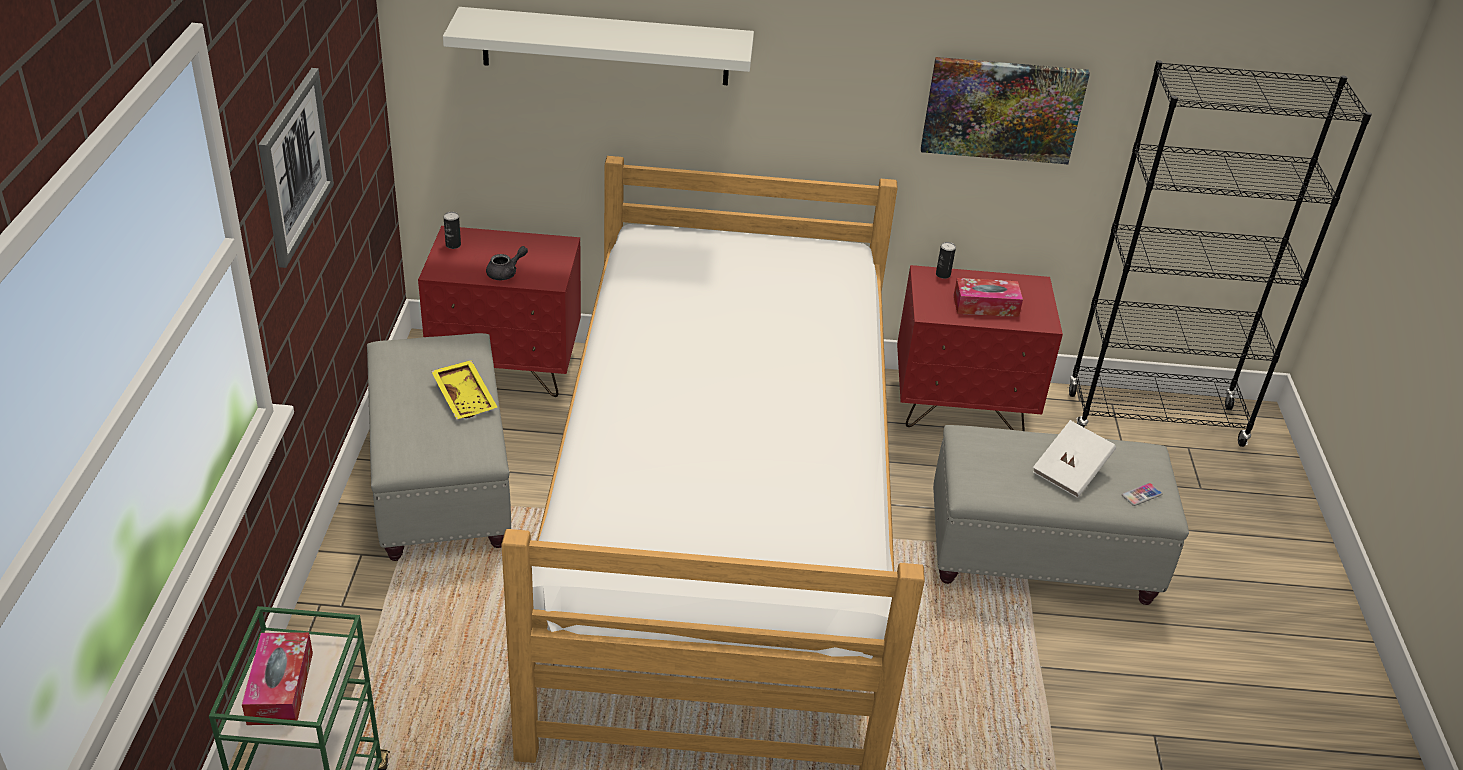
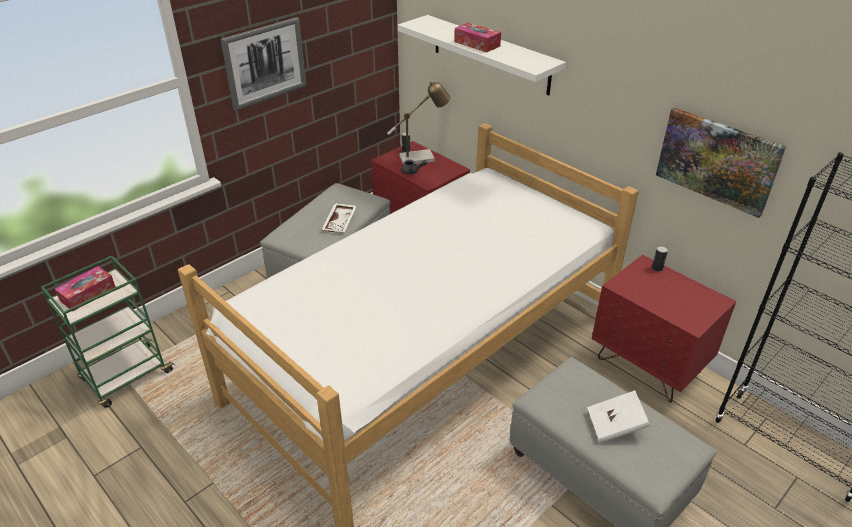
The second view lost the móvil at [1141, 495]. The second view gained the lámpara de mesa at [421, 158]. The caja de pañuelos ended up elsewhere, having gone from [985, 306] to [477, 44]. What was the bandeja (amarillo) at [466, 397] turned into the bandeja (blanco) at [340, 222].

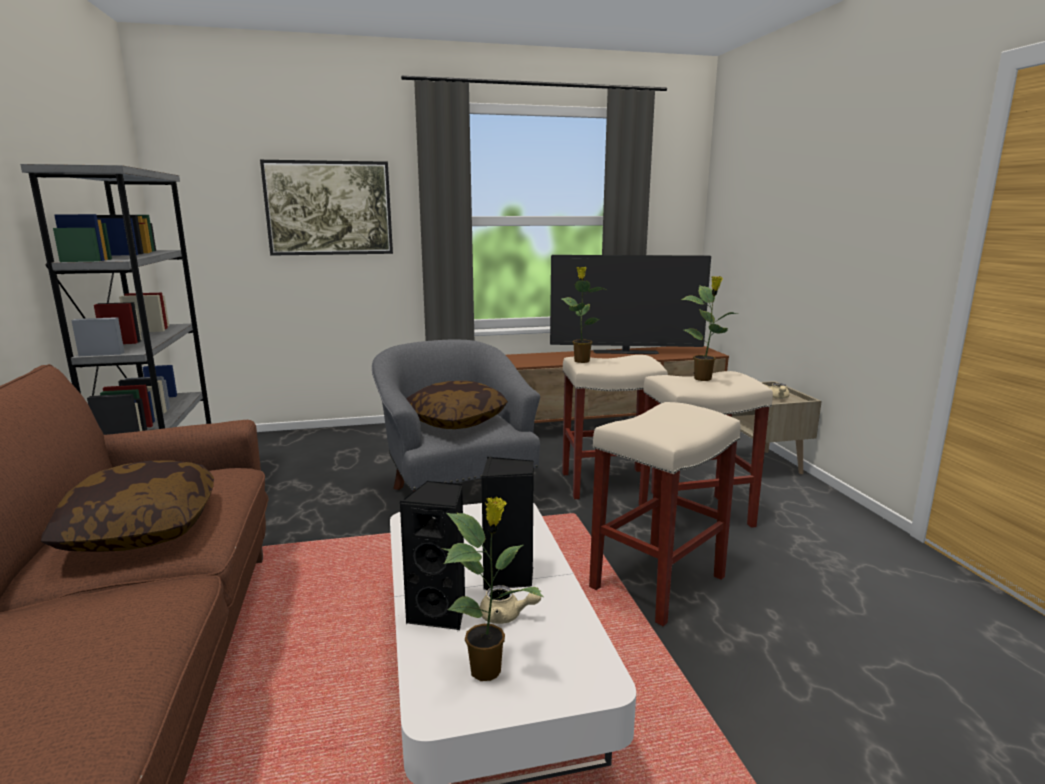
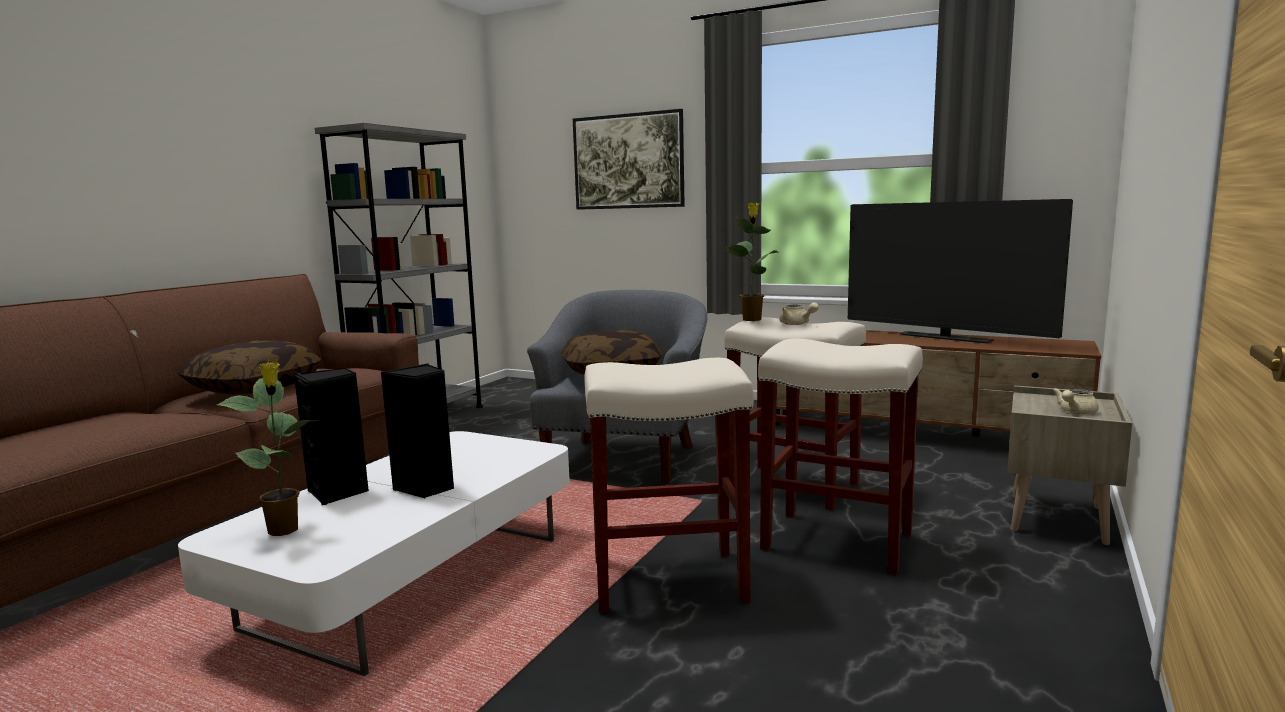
The second view lost the planta en maceta at [703, 379]. The tetera (beis) ended up elsewhere, having gone from [506, 616] to [797, 324].

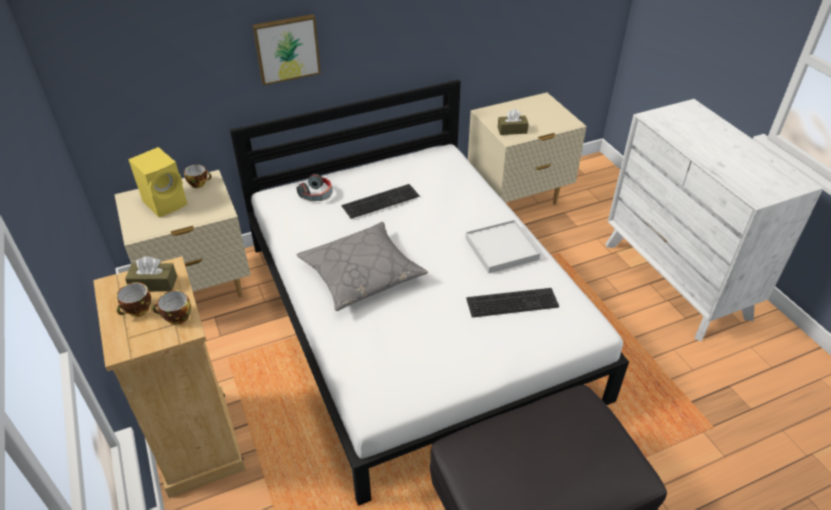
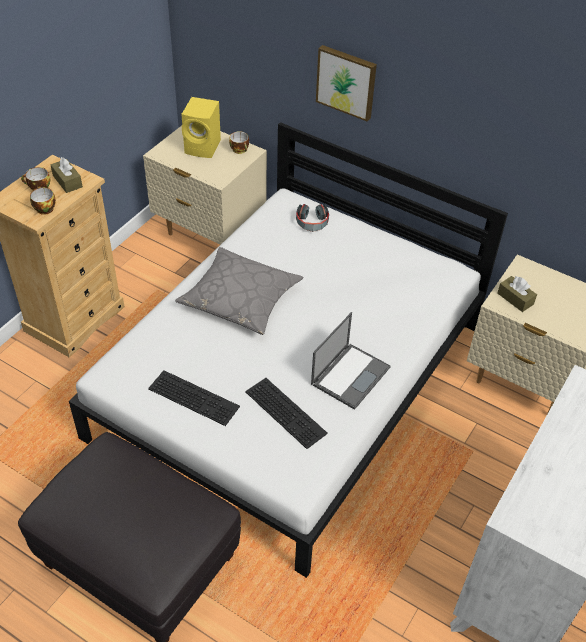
The teclado ended up elsewhere, having gone from [381, 200] to [195, 397]. Where the bandeja (blanco) stood at [501, 248], the portátil came to stand at [351, 375].

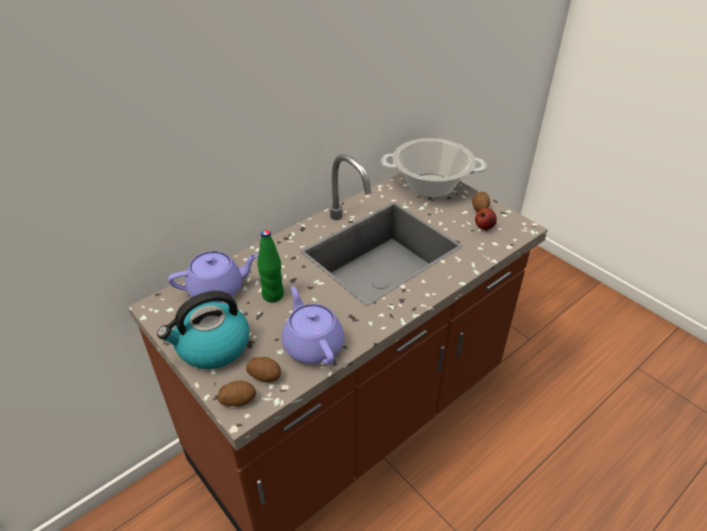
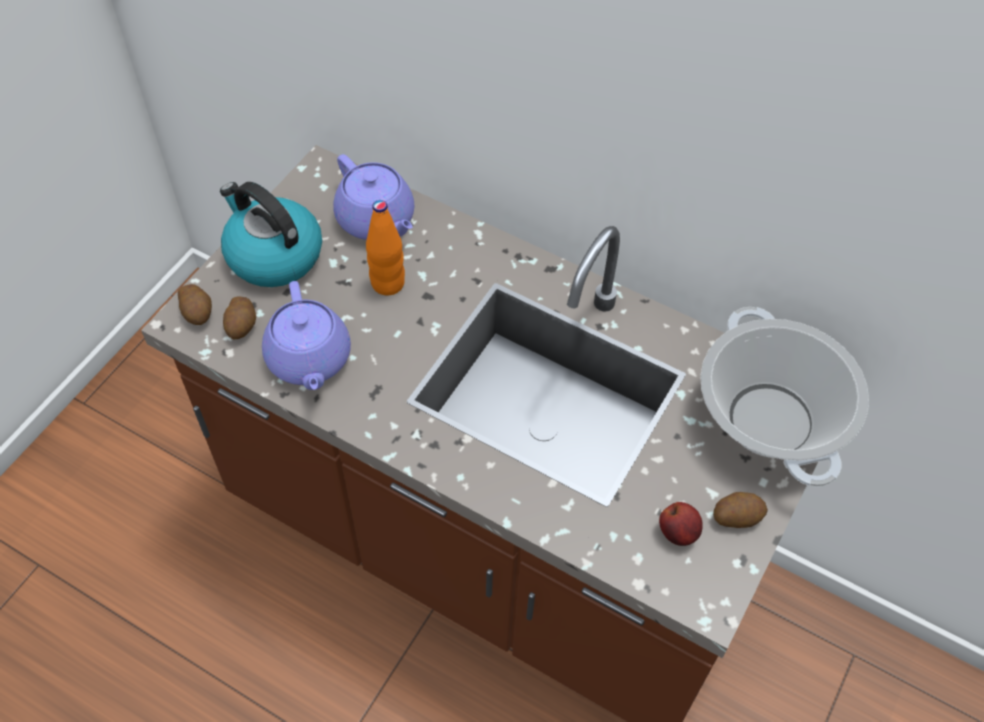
What was the botella (verde) at [273, 295] turned into the botella (naranja) at [388, 283]. The tetera (morado) at [312, 344] ended up facing another way, 120 degrees clockwise from before.

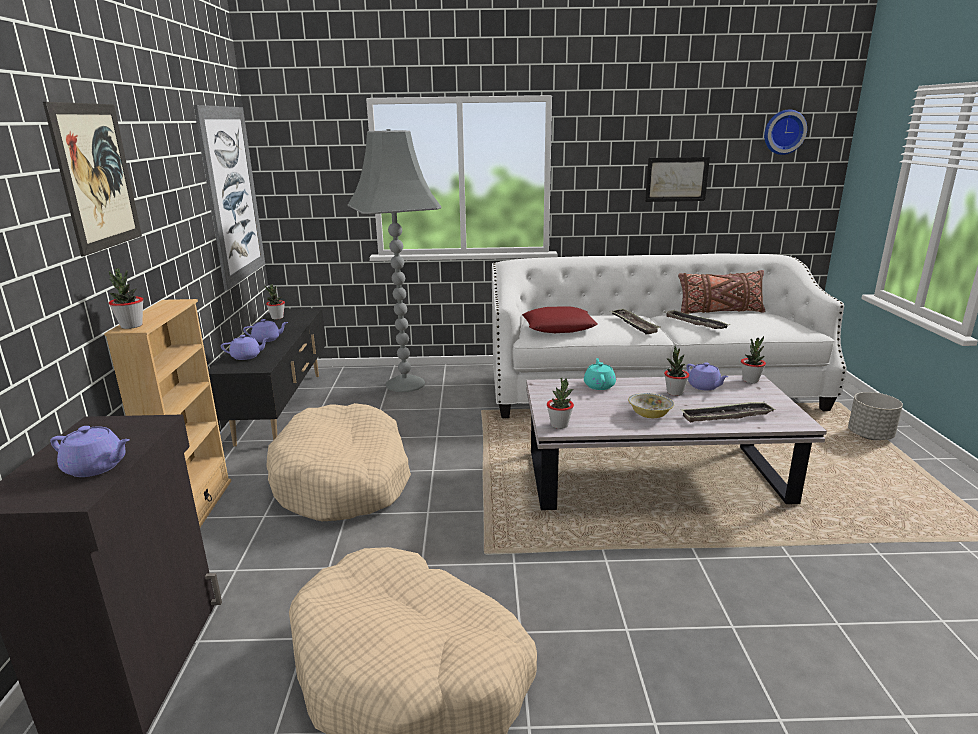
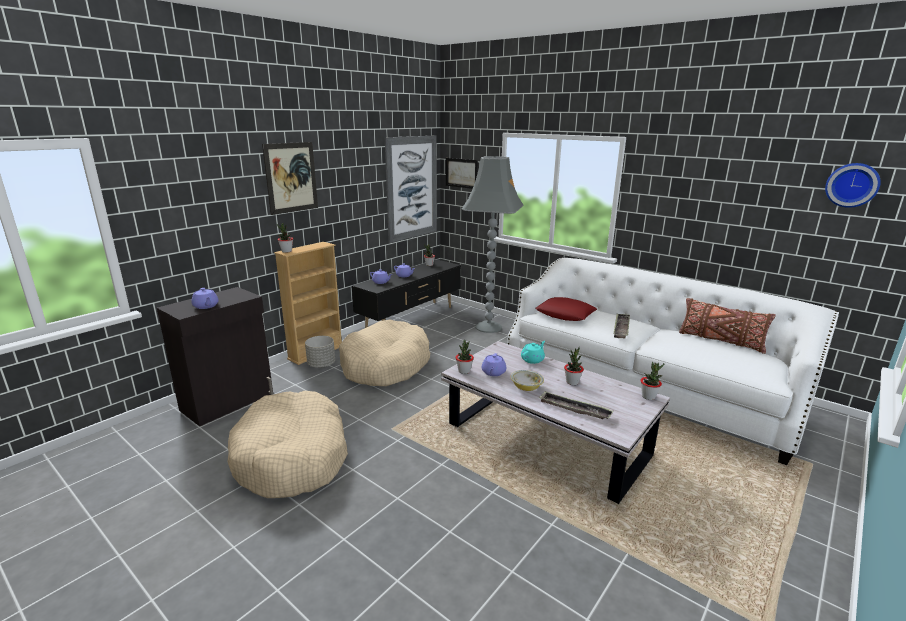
The second view lost the bandeja at [695, 323]. The cuadro ended up elsewhere, having gone from [676, 179] to [461, 173]. The tetera (morado) ended up elsewhere, having gone from [704, 386] to [493, 372]. The maceta (gris) ended up elsewhere, having gone from [870, 436] to [321, 365].

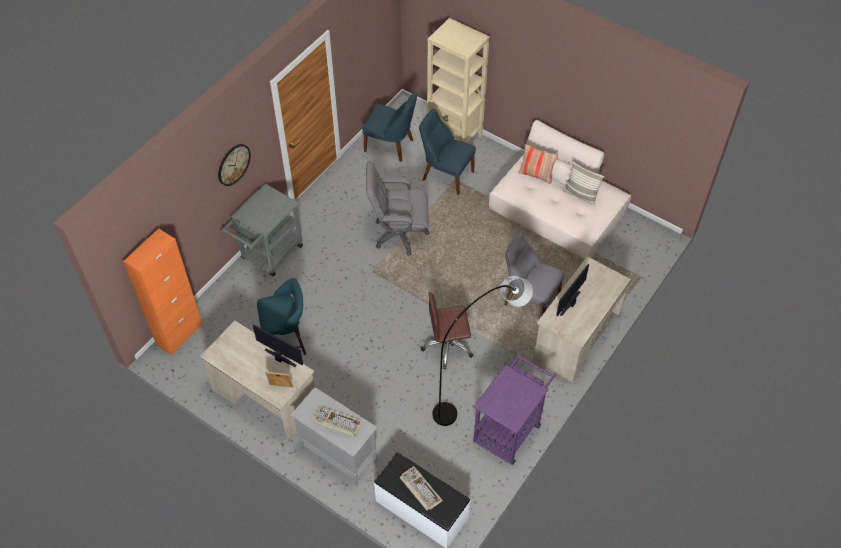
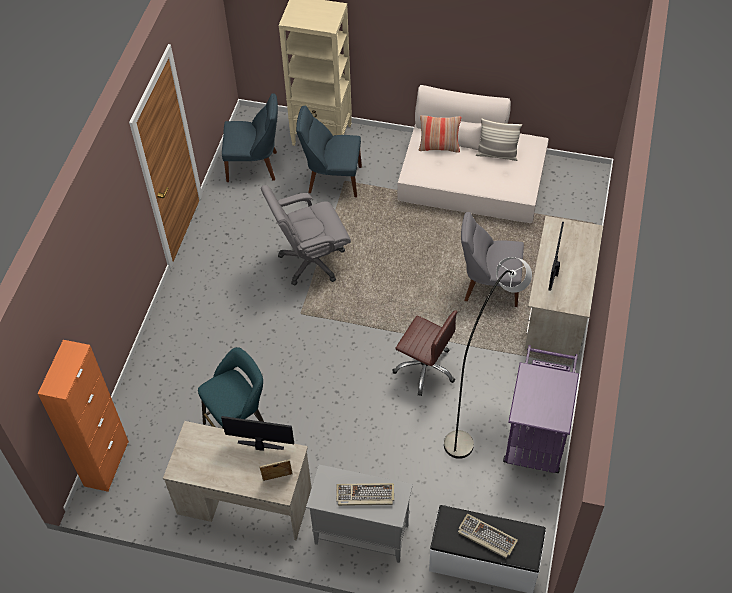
The second view lost the reloj de pared at [233, 164]. The second view lost the carrito (gris) at [268, 255]. The silla de oficina (marrón) at [447, 346] ended up facing another way, 120 degrees counterclockwise from before.

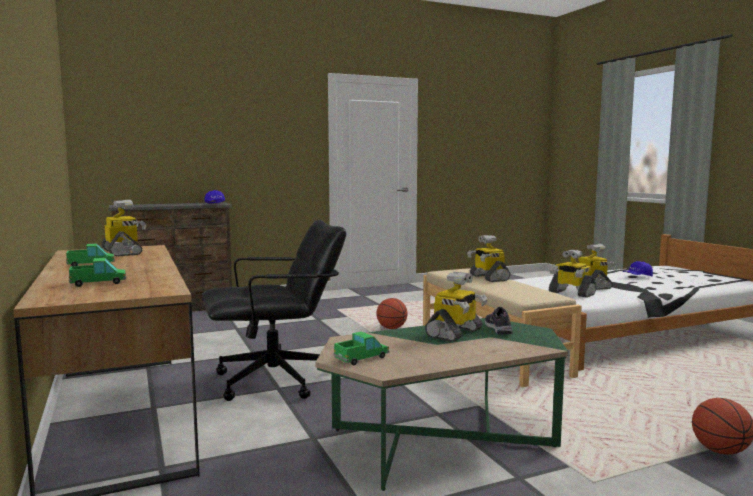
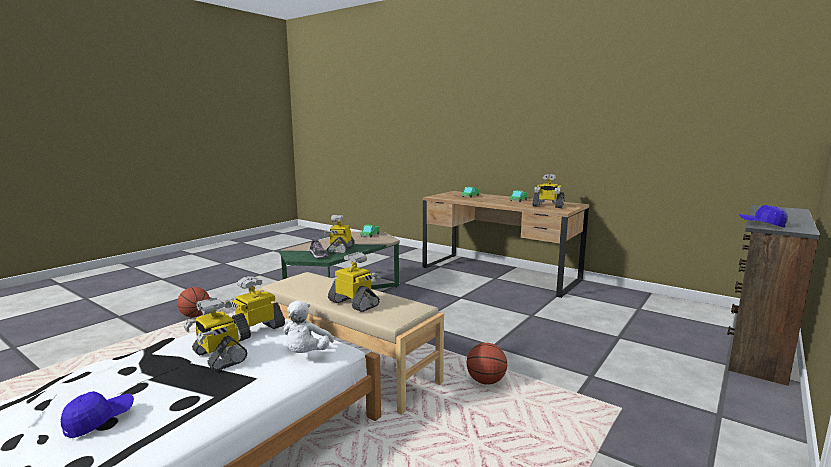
The second view lost the silla de oficina (negro) at [276, 381]. The second view gained the peluche (blanco) at [306, 354]. The robot de juguete at [571, 293] ended up facing another way, 60 degrees counterclockwise from before.

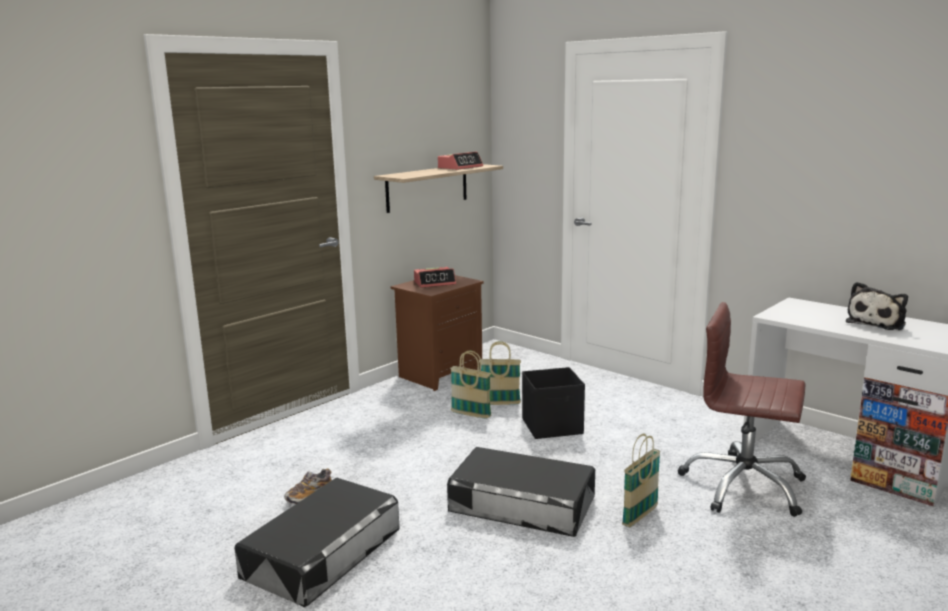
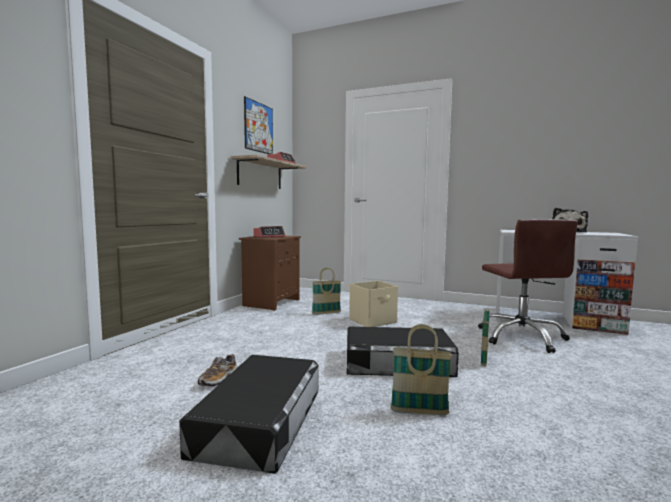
The second view gained the cuadro at [258, 127]. The cesta ended up elsewhere, having gone from [471, 415] to [419, 412]. What was the caja de almacenaje (negro) at [553, 426] turned into the caja de almacenaje (beis) at [373, 321]. The silla de oficina (marrón) at [743, 486] ended up facing another way, 105 degrees counterclockwise from before.

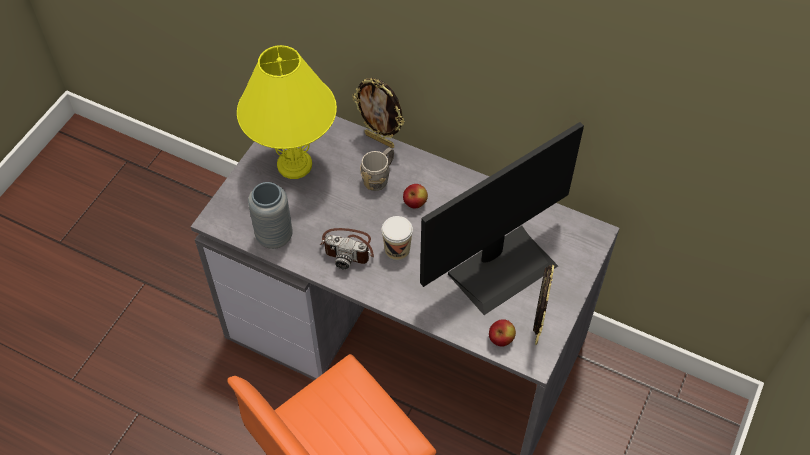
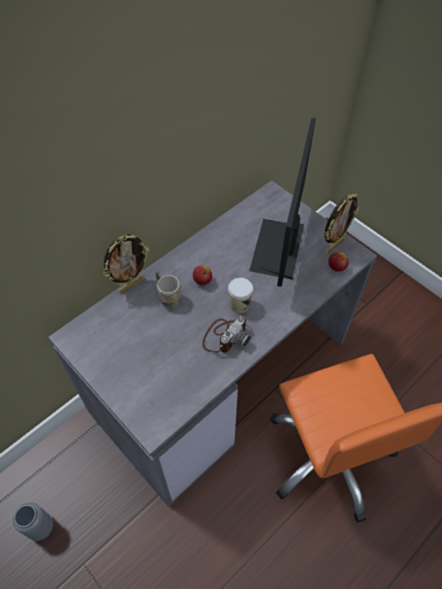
The second view lost the lámpara de mesa (amarillo) at [294, 165]. The florero (gris) ended up elsewhere, having gone from [274, 237] to [41, 527]. The monitor at [501, 267] ended up facing another way, 150 degrees counterclockwise from before. The portarretratos at [537, 328] ended up facing another way, 105 degrees clockwise from before.

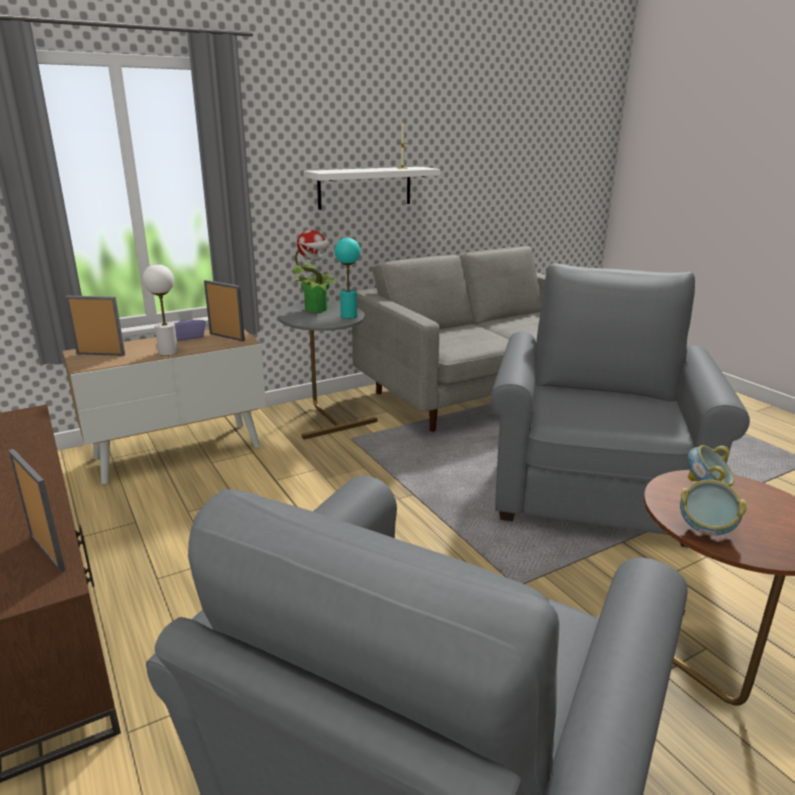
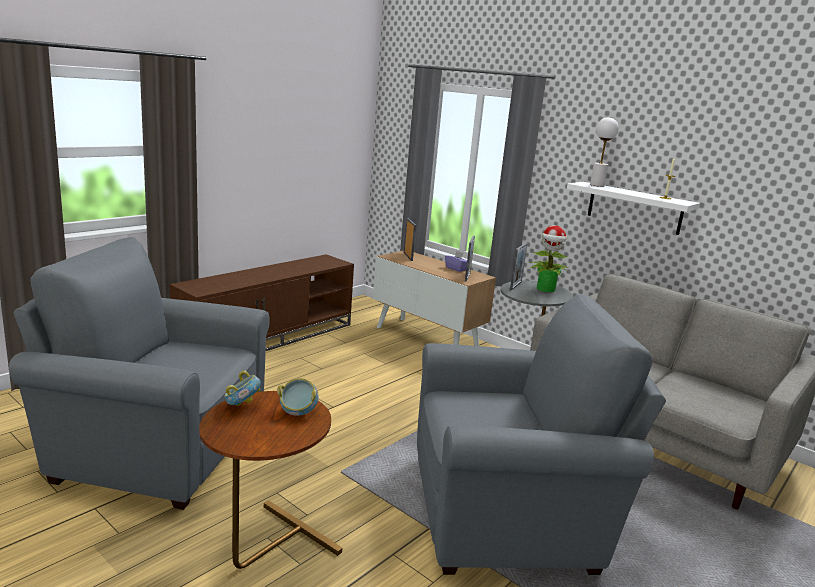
The second view lost the lámpara de mesa (turquesa) at [348, 316]. The portarretratos ended up elsewhere, having gone from [47, 552] to [515, 286]. The lámpara de mesa (blanco) ended up elsewhere, having gone from [168, 352] to [597, 185].

